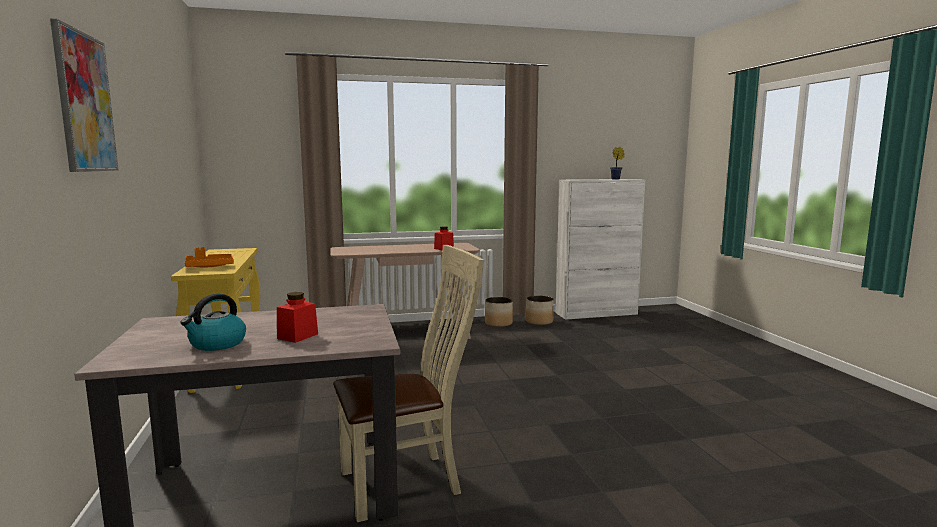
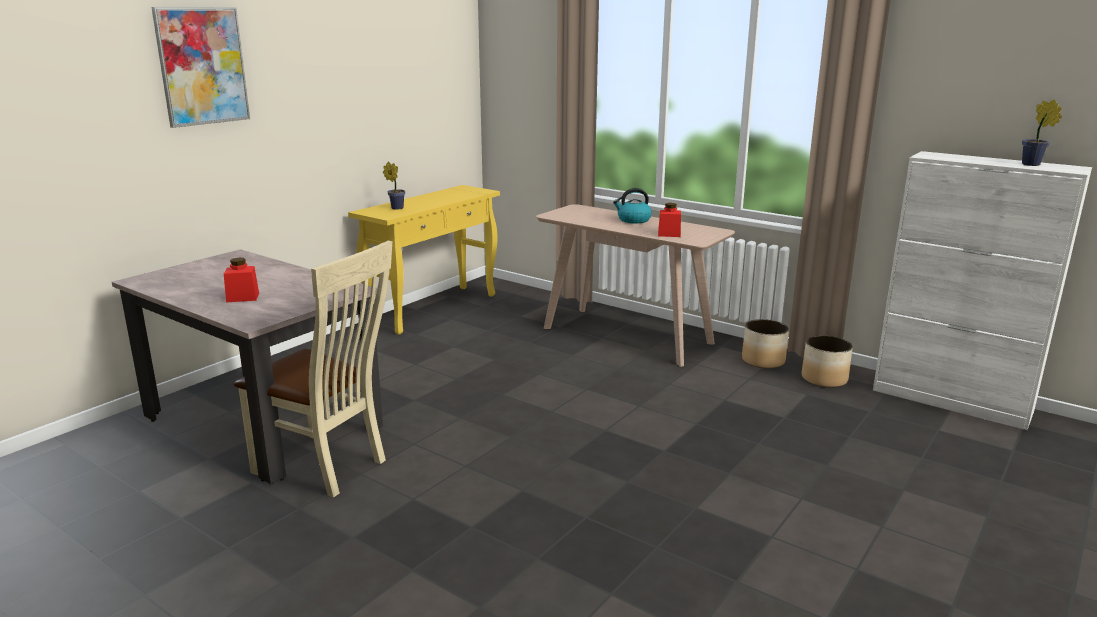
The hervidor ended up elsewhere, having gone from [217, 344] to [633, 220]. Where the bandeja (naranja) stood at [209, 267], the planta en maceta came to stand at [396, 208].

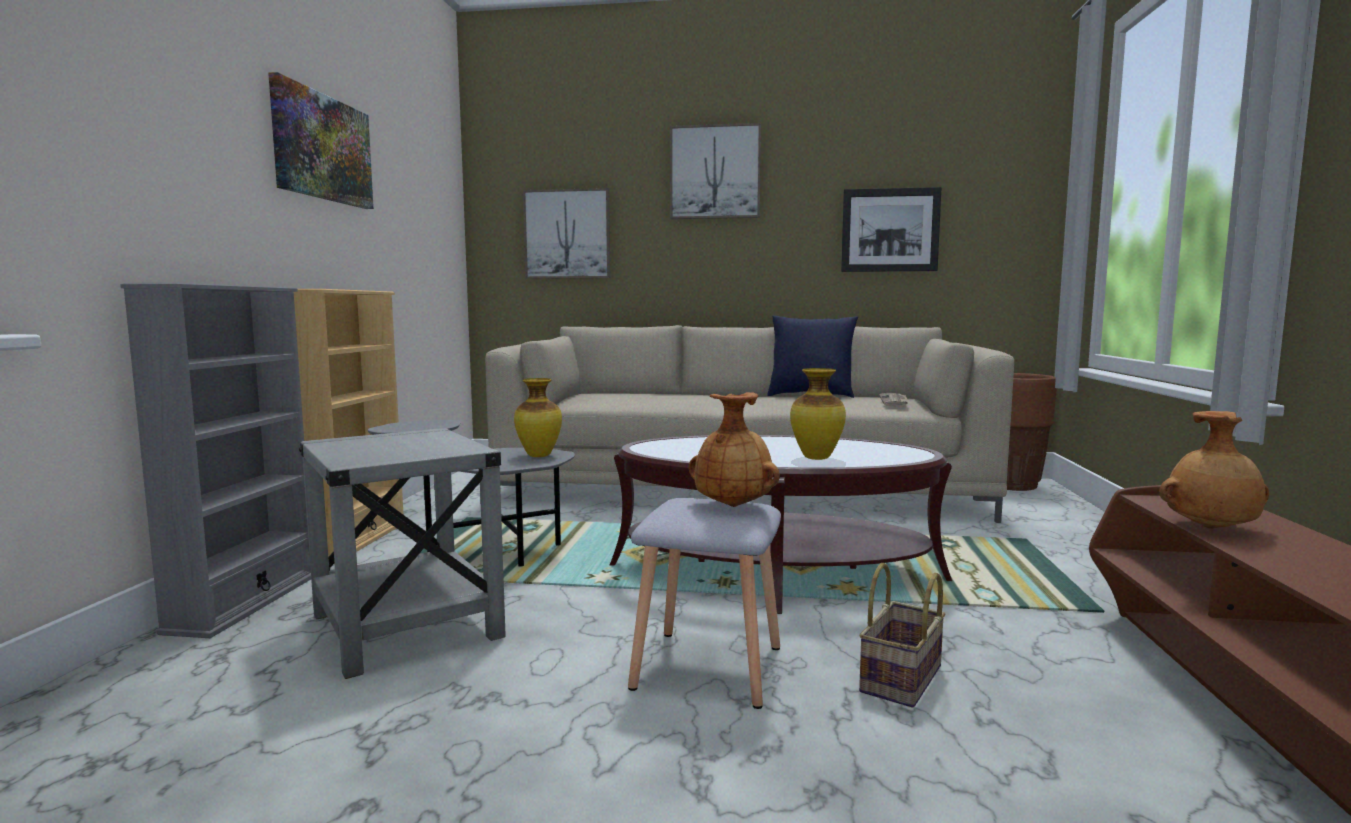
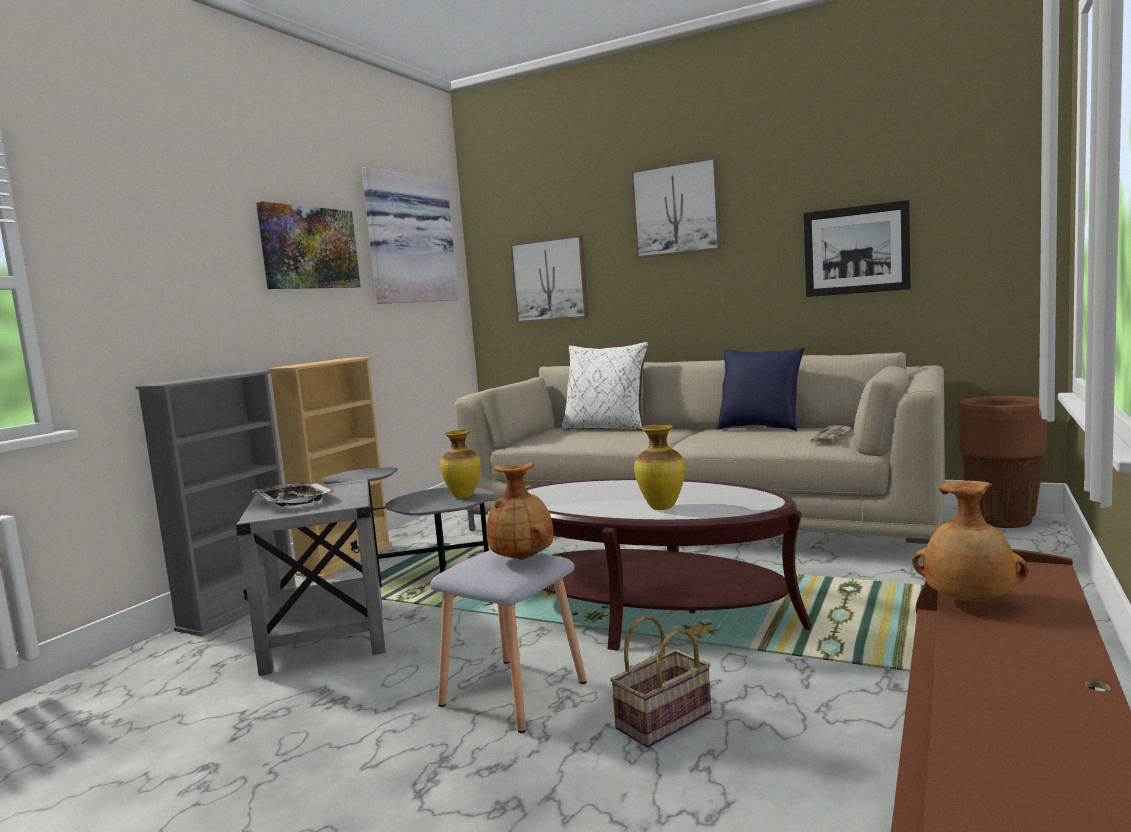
The second view gained the bandeja at [293, 500]. The second view gained the cuadro at [408, 240]. The second view gained the cojín (blanco) at [606, 428].

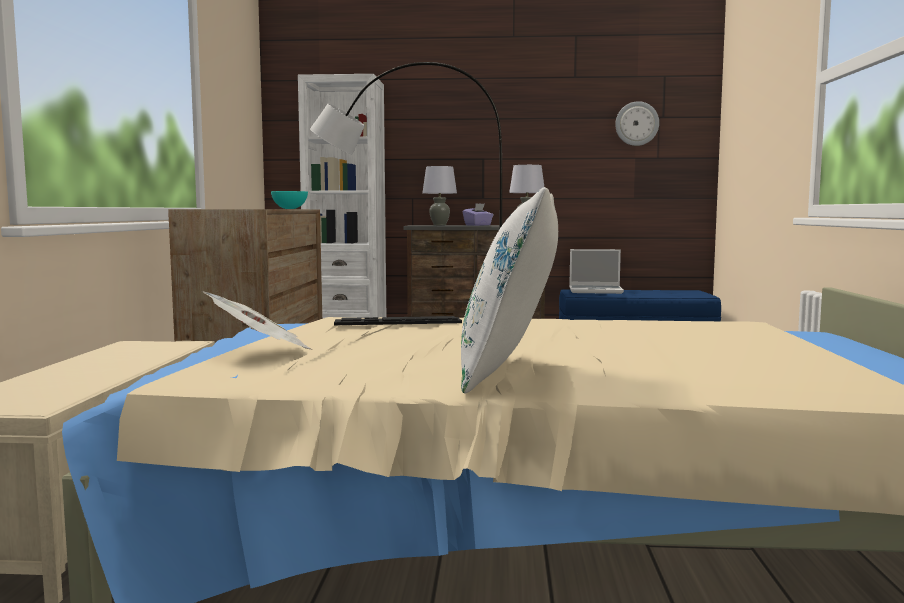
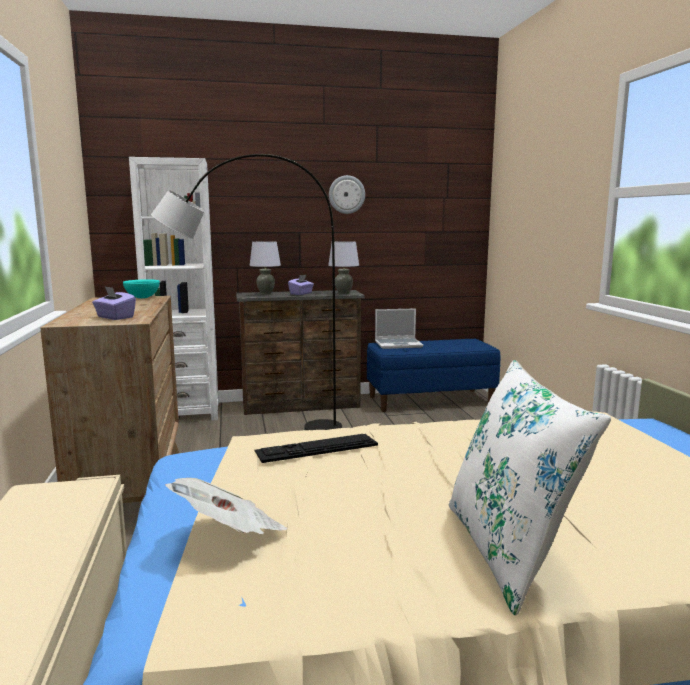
The second view gained the caja de pañuelos (morado) at [115, 317]. The reloj de pared ended up elsewhere, having gone from [637, 123] to [346, 194].

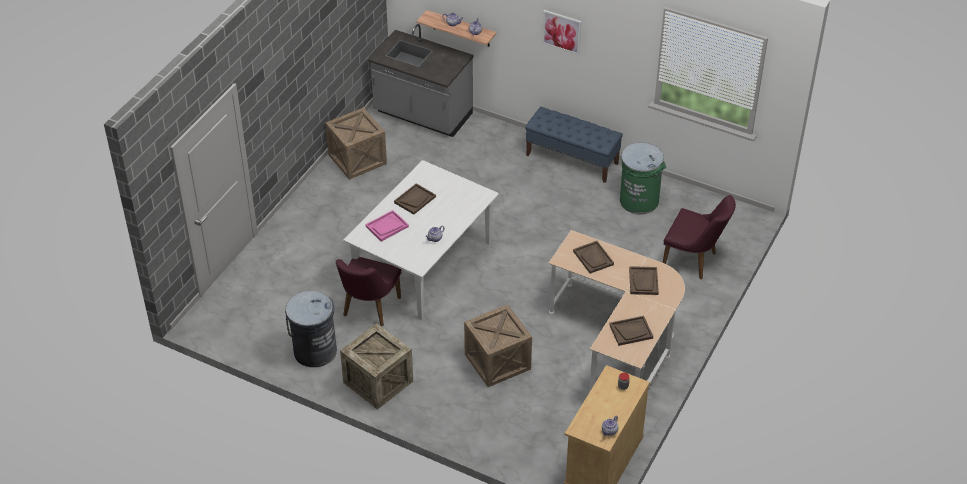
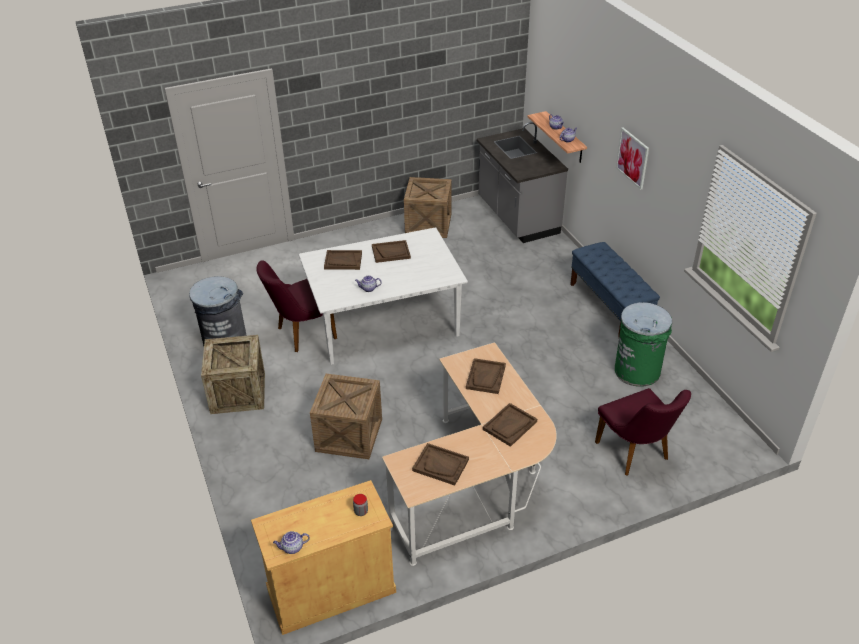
What was the bandeja (rosa) at [387, 227] turned into the bandeja (marrón) at [343, 261].

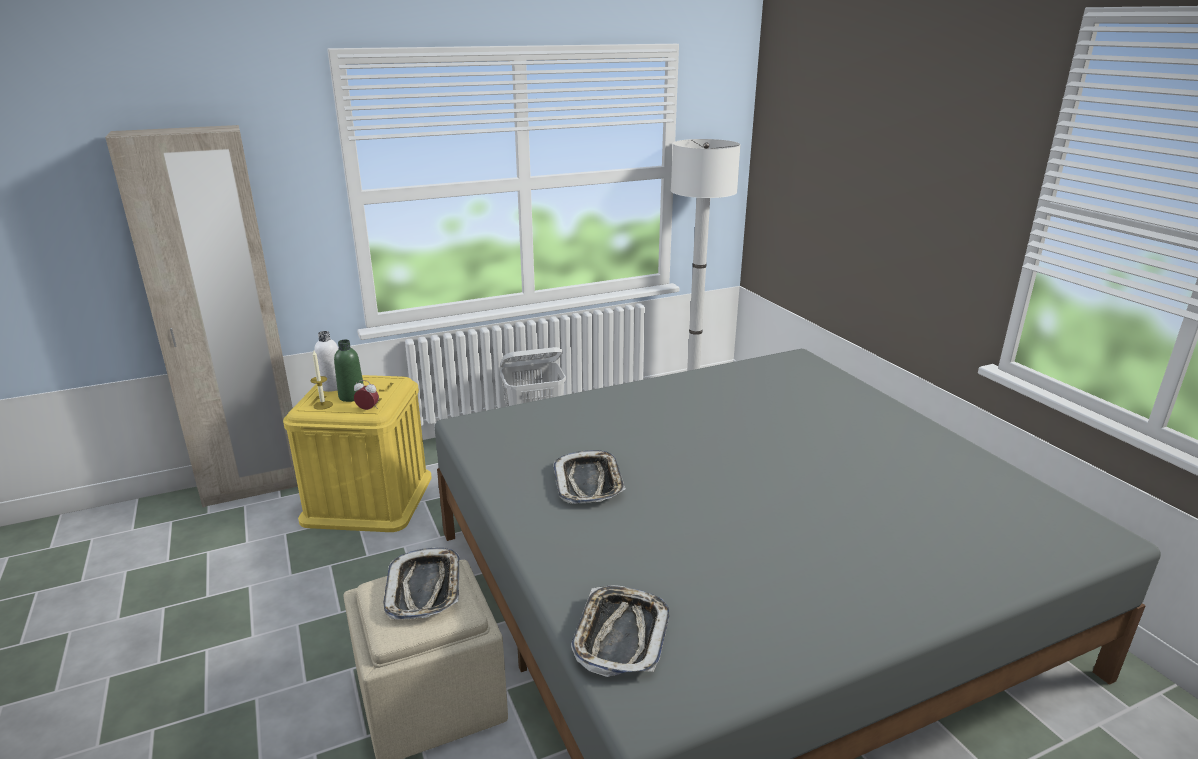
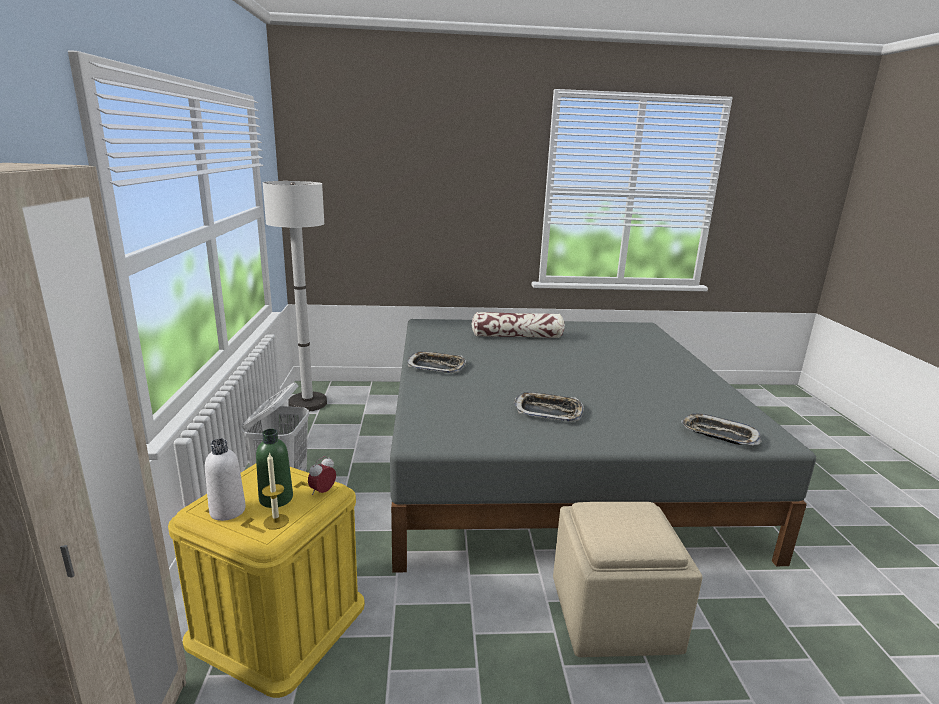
The second view gained the cojín at [517, 336]. The bandeja ended up elsewhere, having gone from [425, 589] to [436, 366].

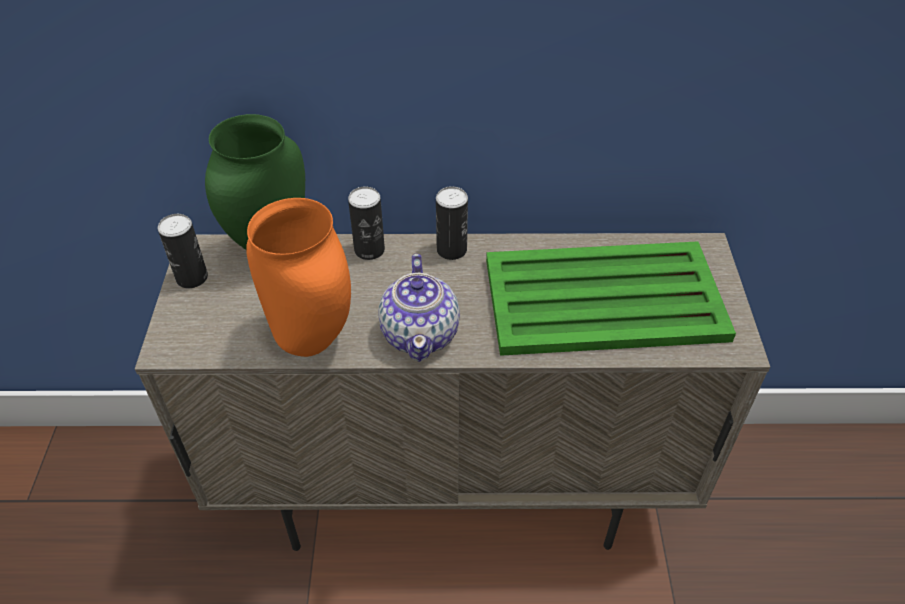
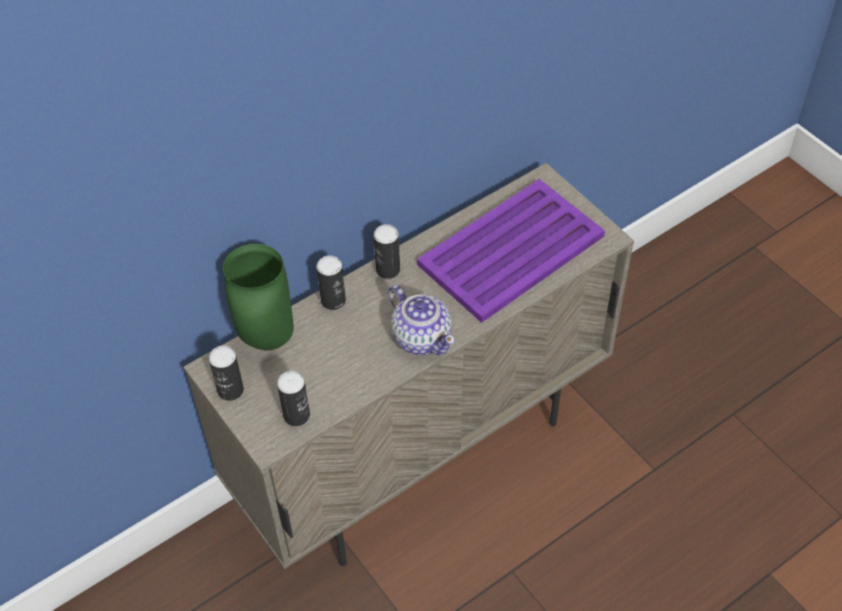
The second view lost the florero (naranja) at [314, 340]. The second view gained the lata at [296, 415]. What was the bandeja (verde) at [606, 300] turned into the bandeja (morado) at [513, 250].

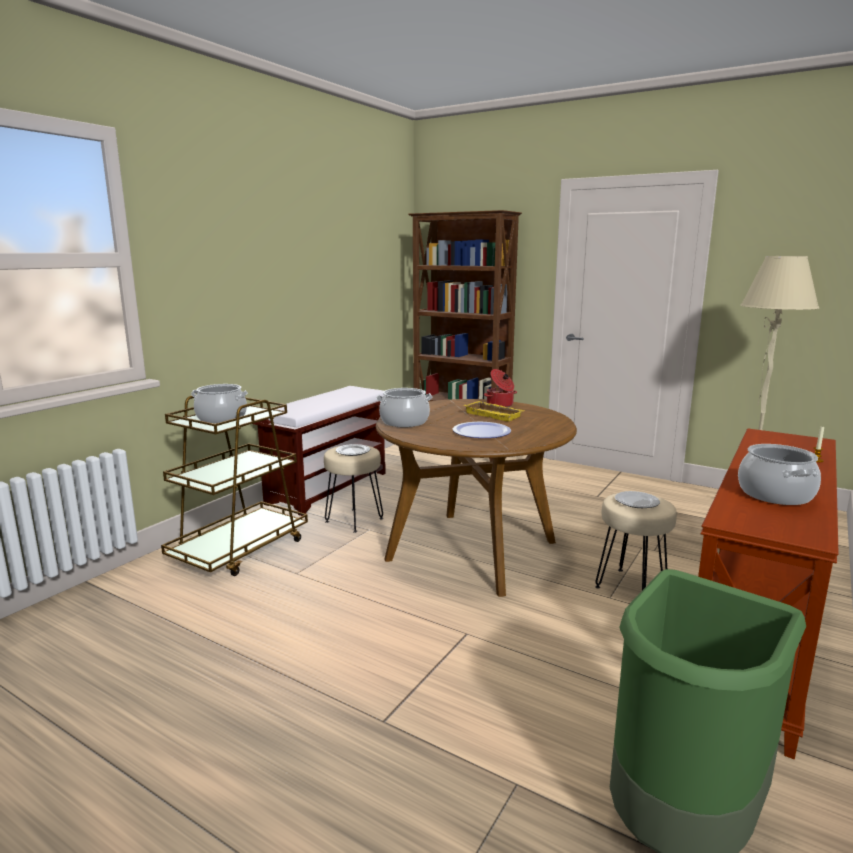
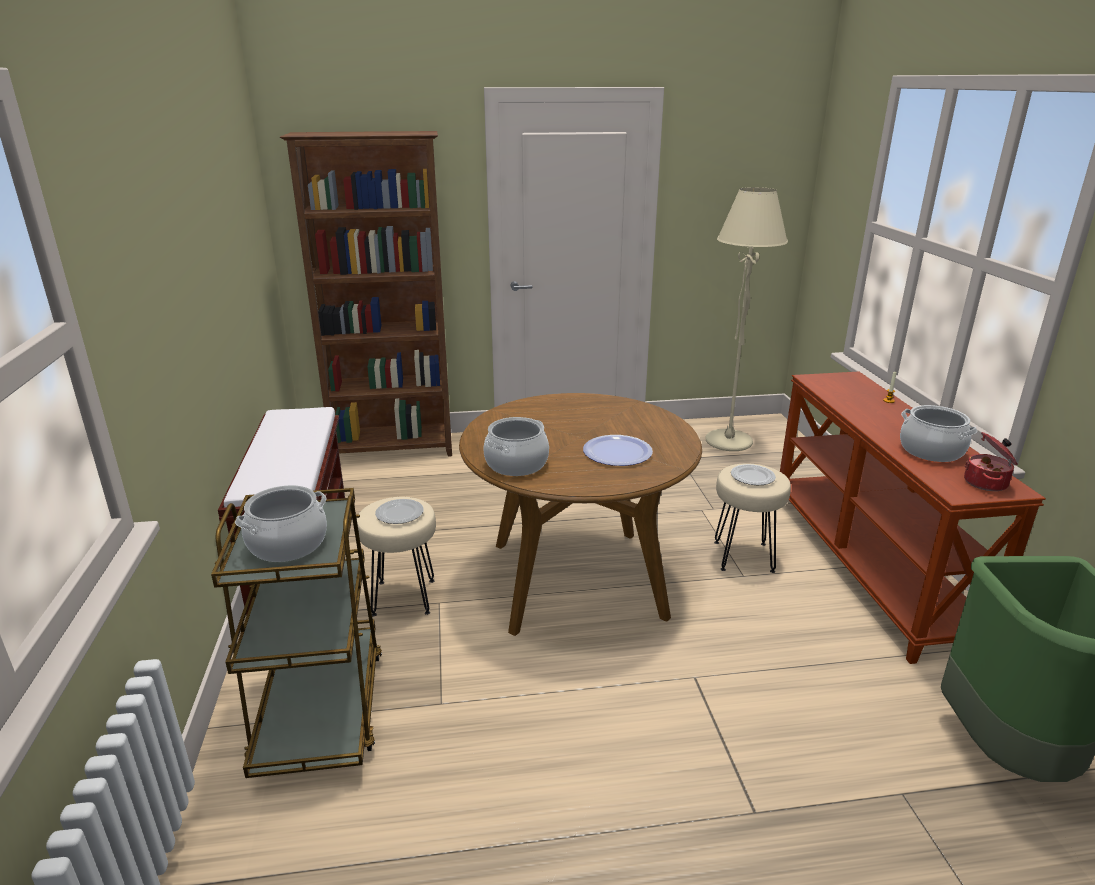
The second view lost the bandeja (amarillo) at [495, 415]. The olla ended up elsewhere, having gone from [500, 405] to [987, 483].

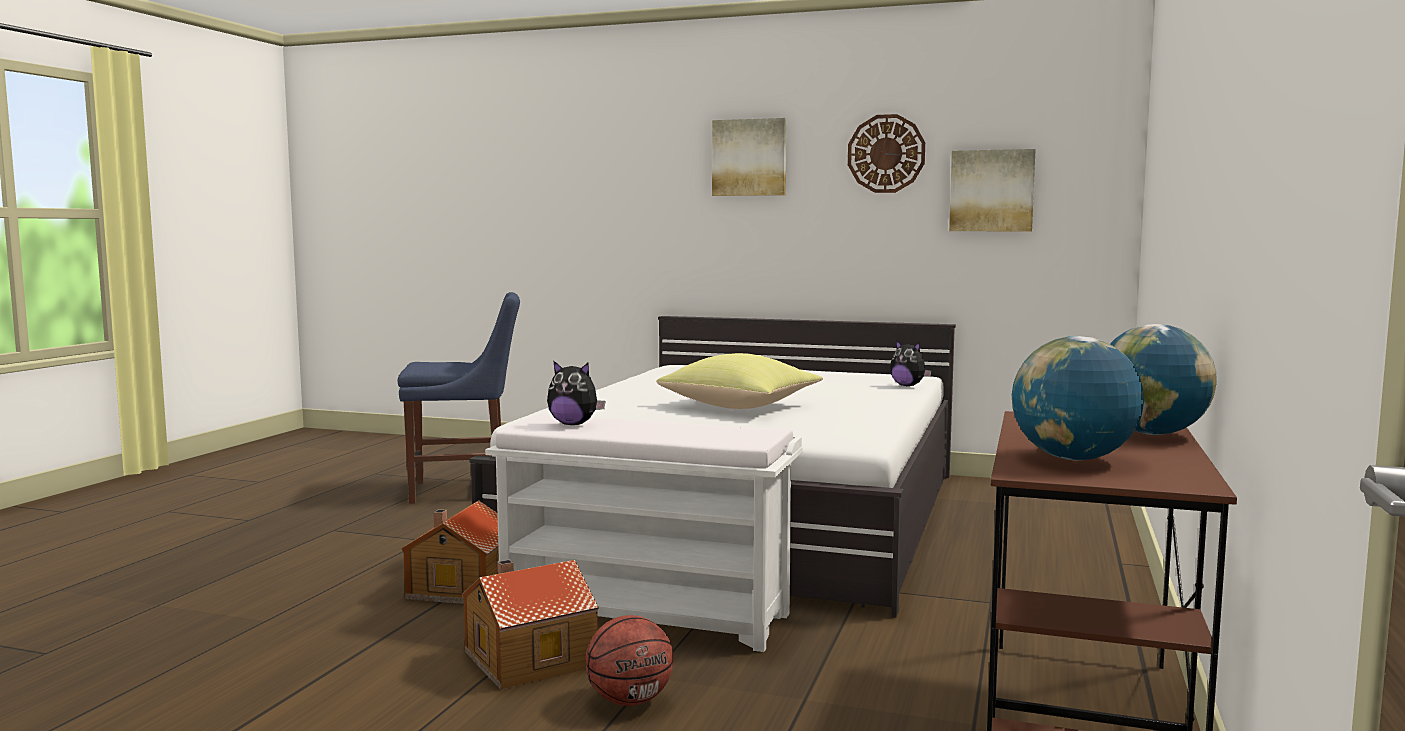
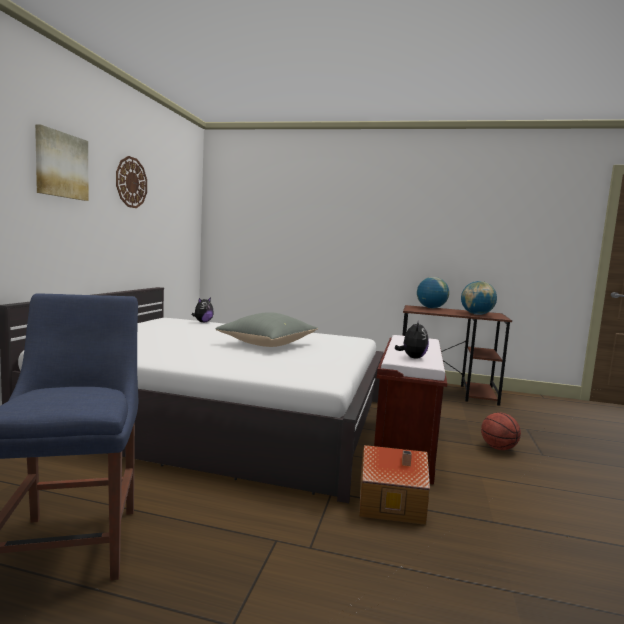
The second view lost the casita at [527, 658]. The second view lost the cuadro at [992, 191]. What was the banco (blanco) at [648, 615] turned into the banco (marrón) at [404, 444]. What was the cojín (amarillo) at [742, 407] turned into the cojín (gris) at [267, 344].

